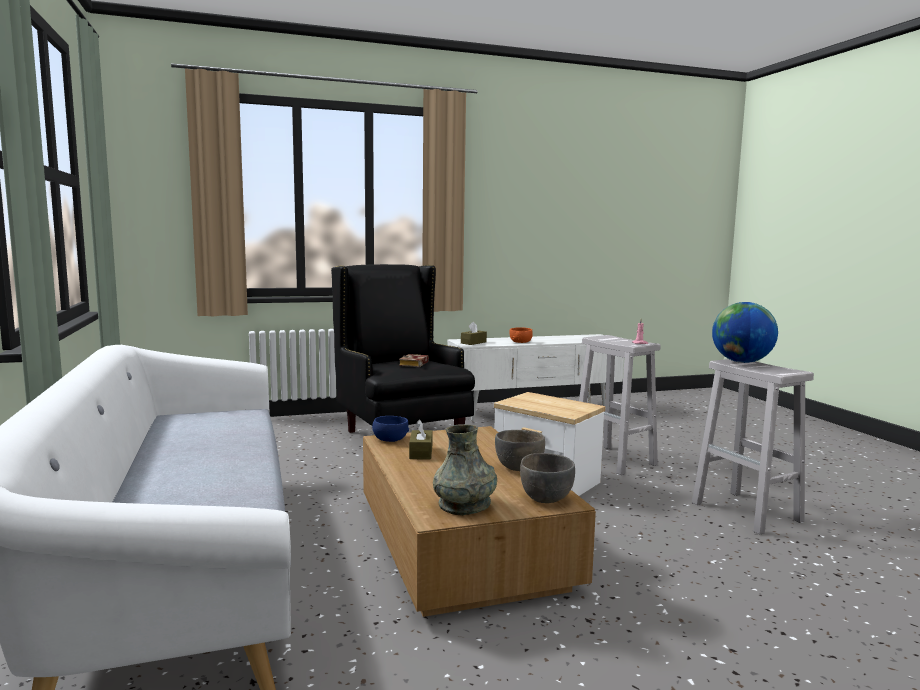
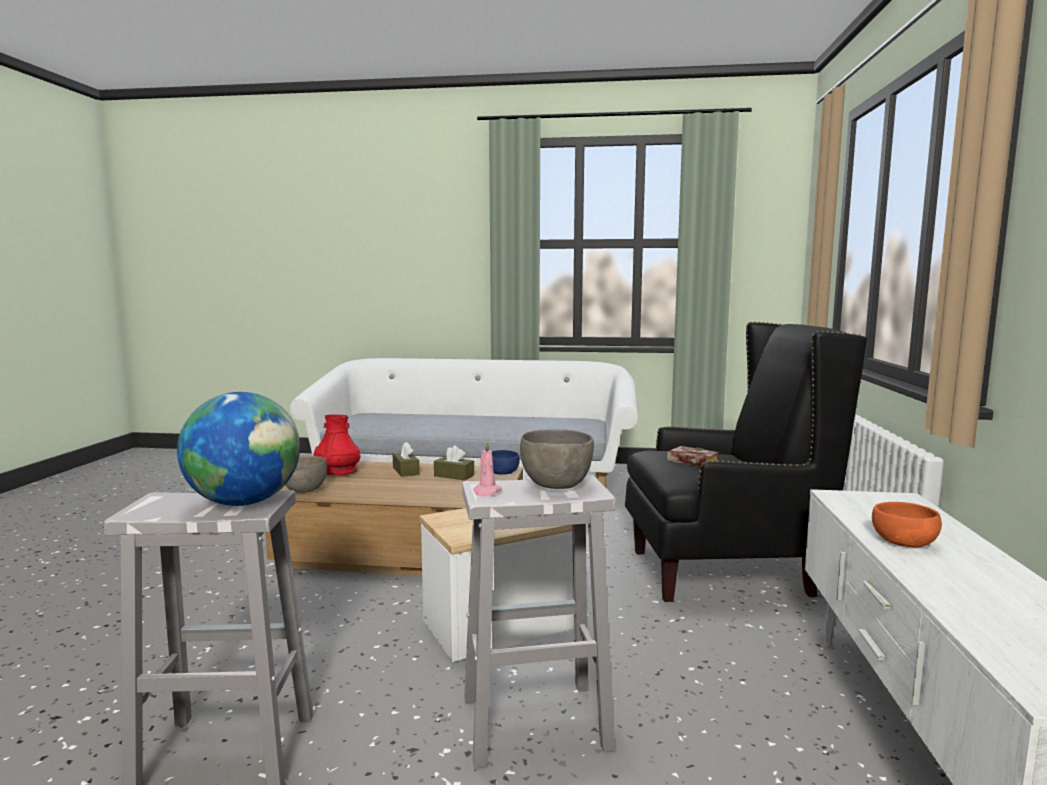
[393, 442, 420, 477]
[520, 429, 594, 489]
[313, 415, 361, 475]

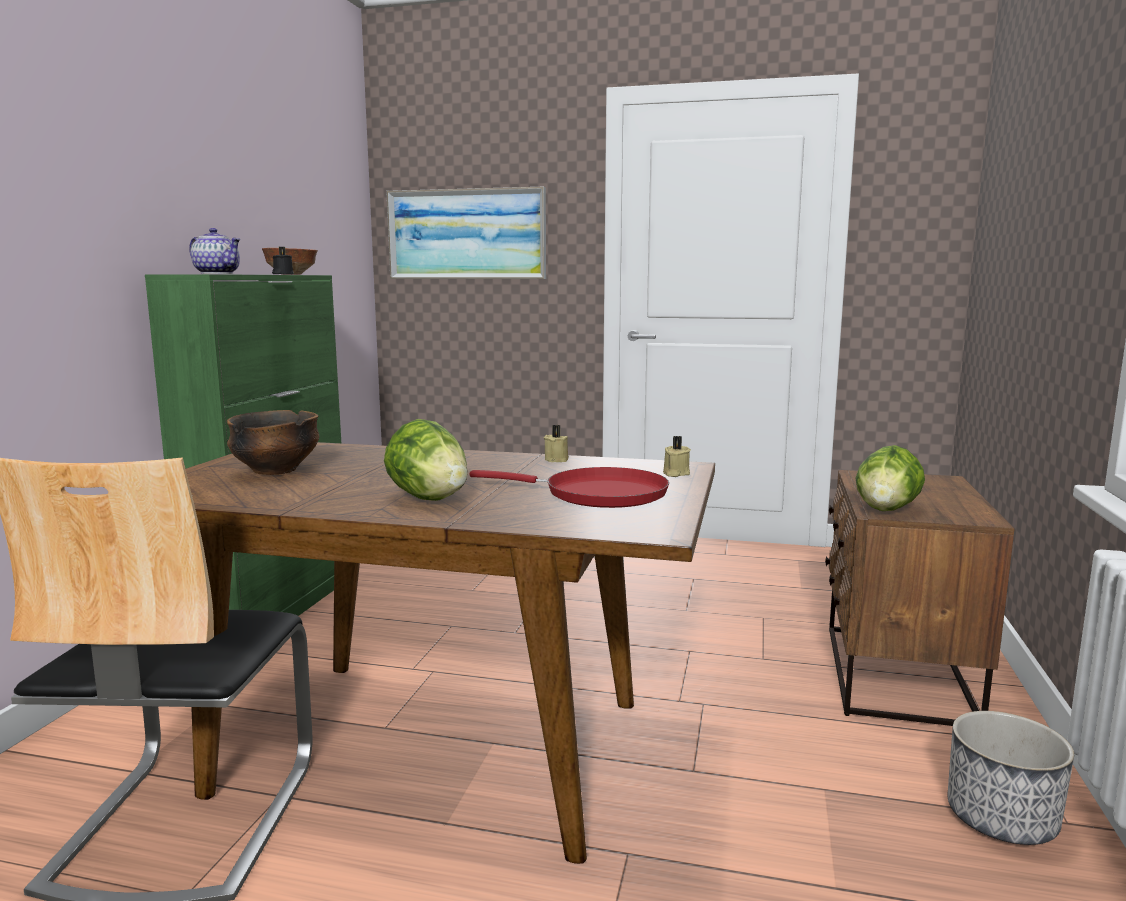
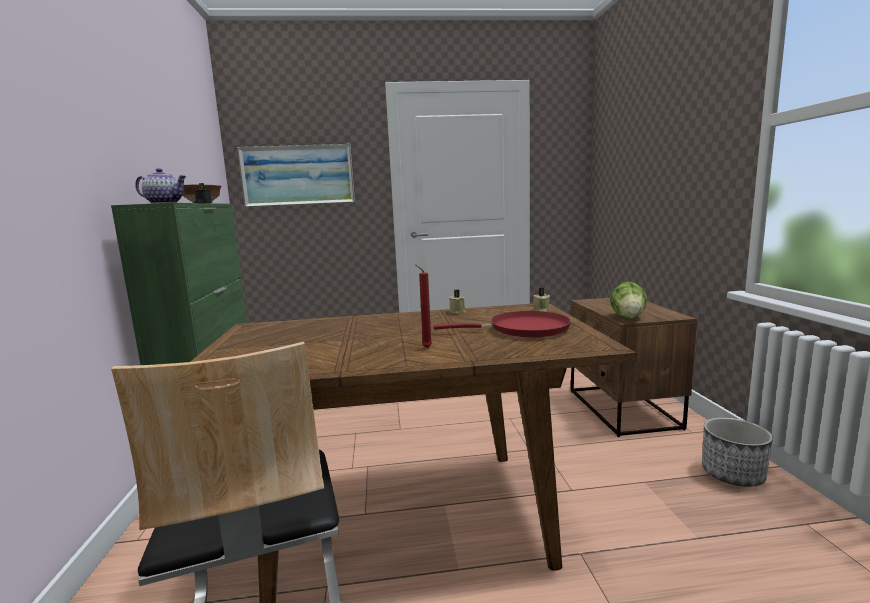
[227, 410, 320, 475] (first image)
[415, 264, 432, 348]

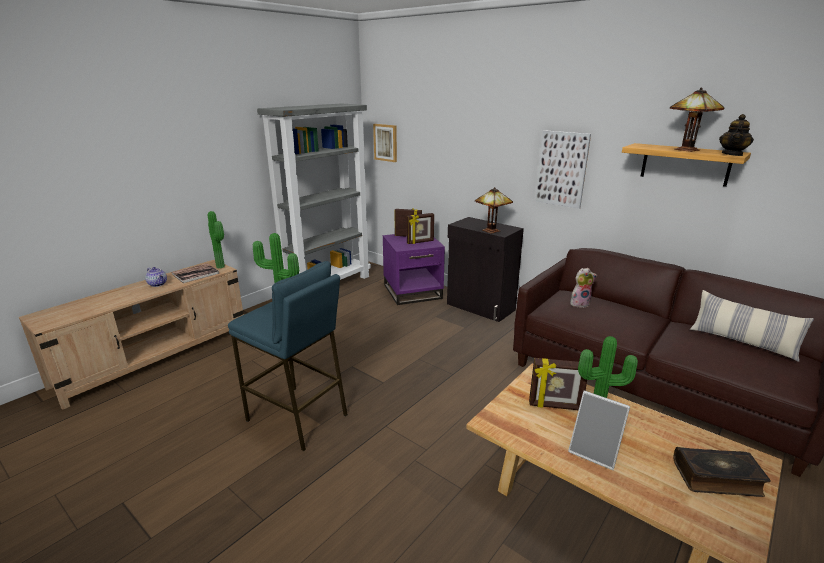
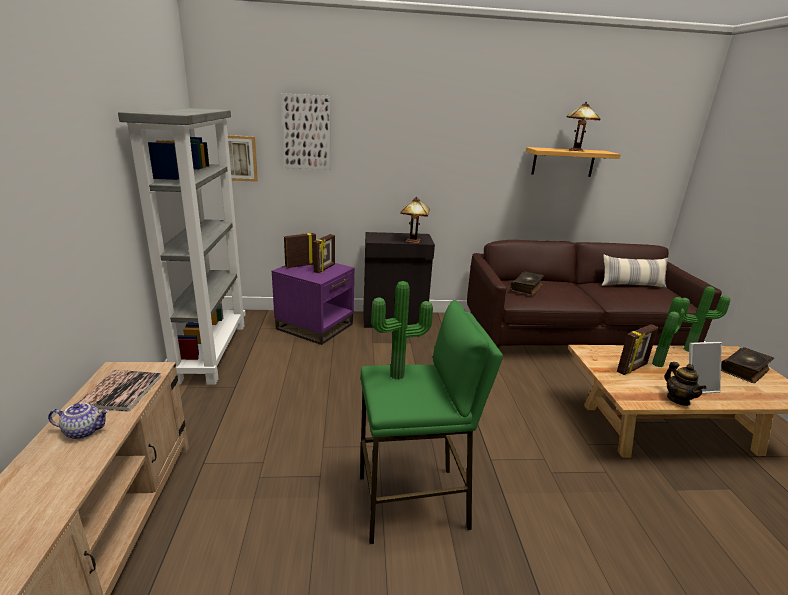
[682, 286, 730, 352]
[282, 93, 331, 170]
[665, 362, 707, 406]
[510, 271, 544, 295]
[360, 300, 503, 544]

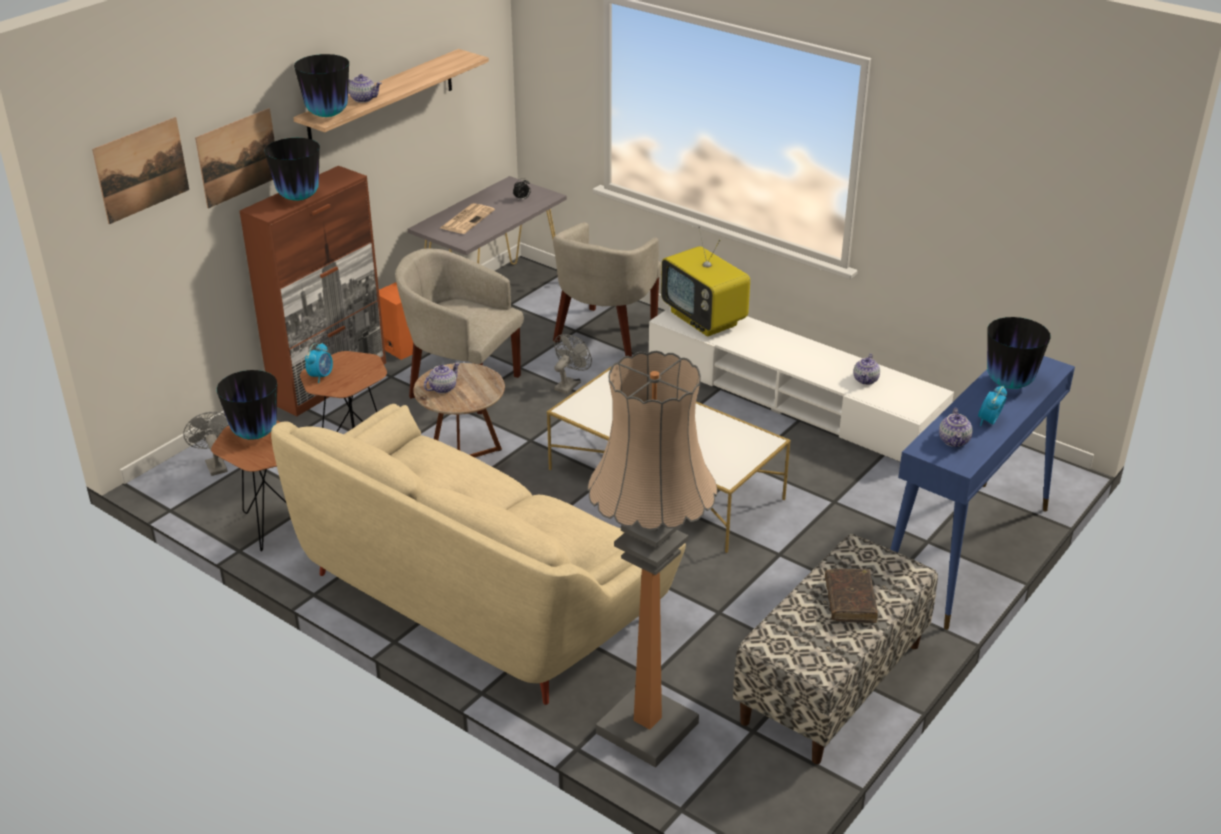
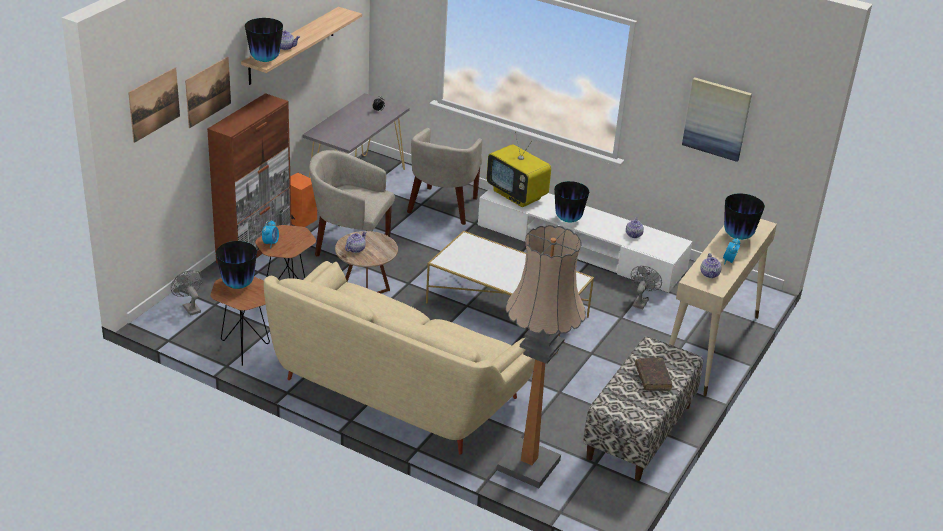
[440, 203, 495, 234] (first image)
[682, 77, 752, 162]
[554, 181, 589, 222]
[631, 266, 662, 309]
[669, 219, 777, 396]

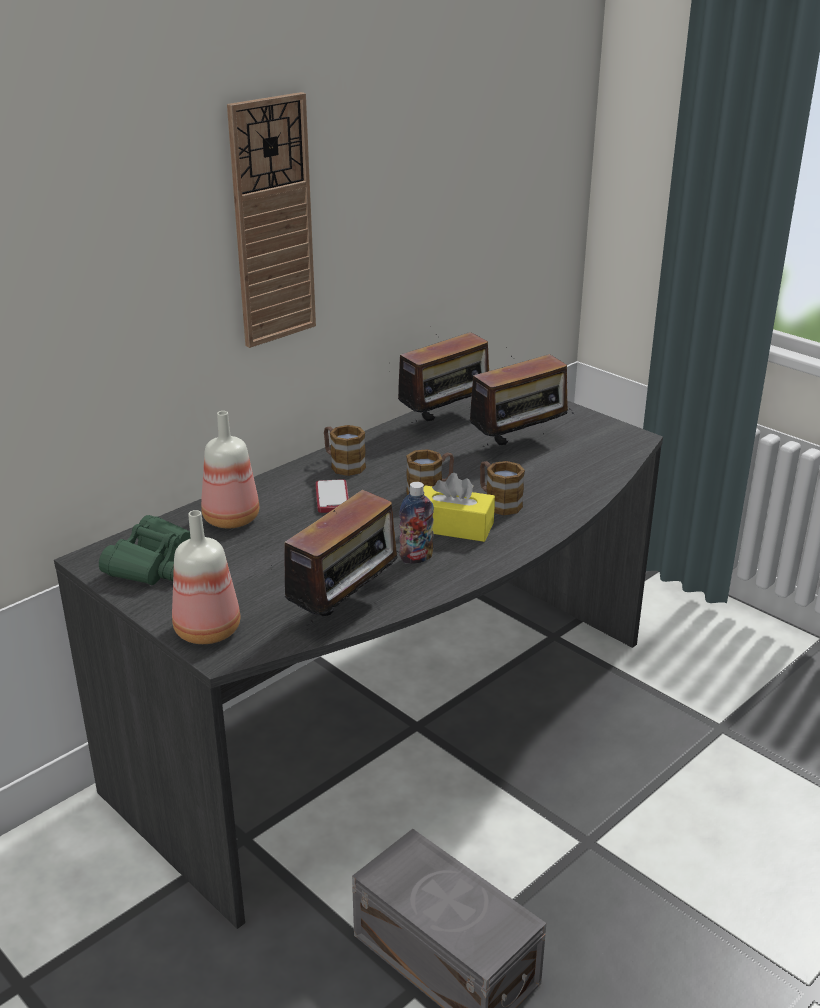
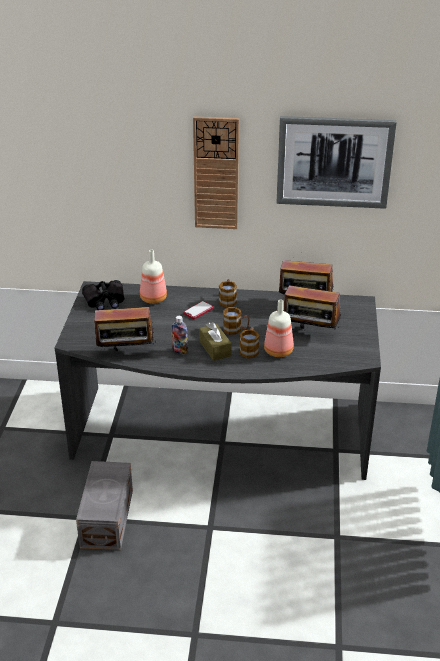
[277, 116, 397, 209]
[264, 300, 294, 357]
[82, 280, 124, 310]
[199, 322, 232, 361]

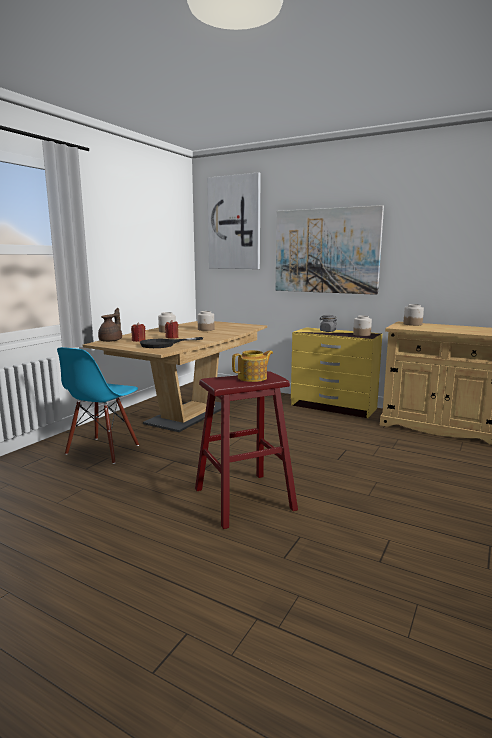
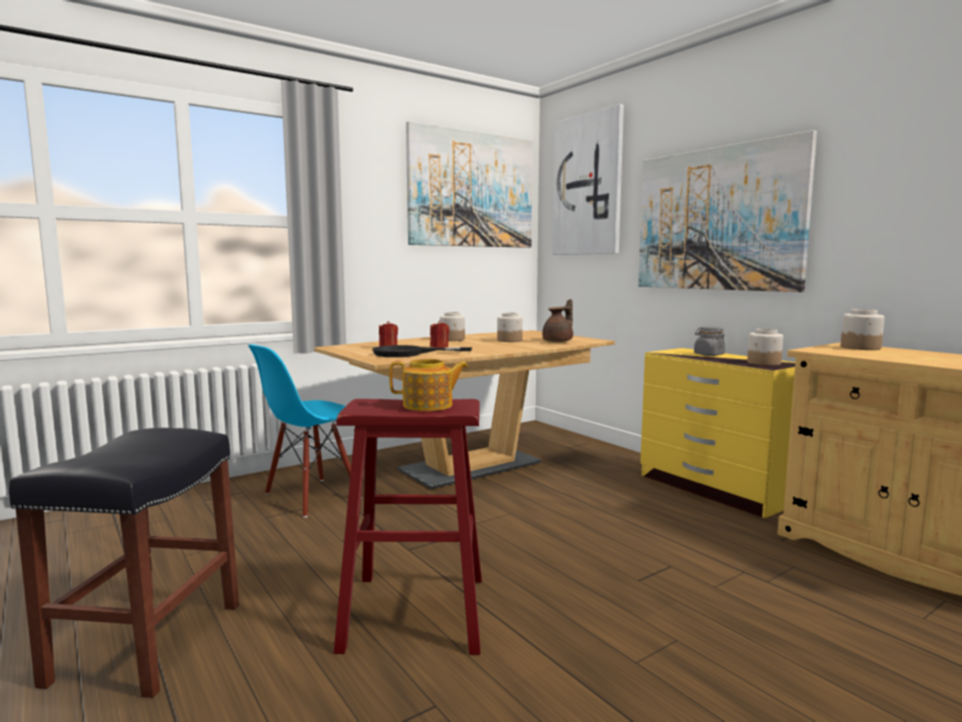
[9, 428, 239, 698]
[406, 121, 533, 248]
[542, 299, 573, 342]

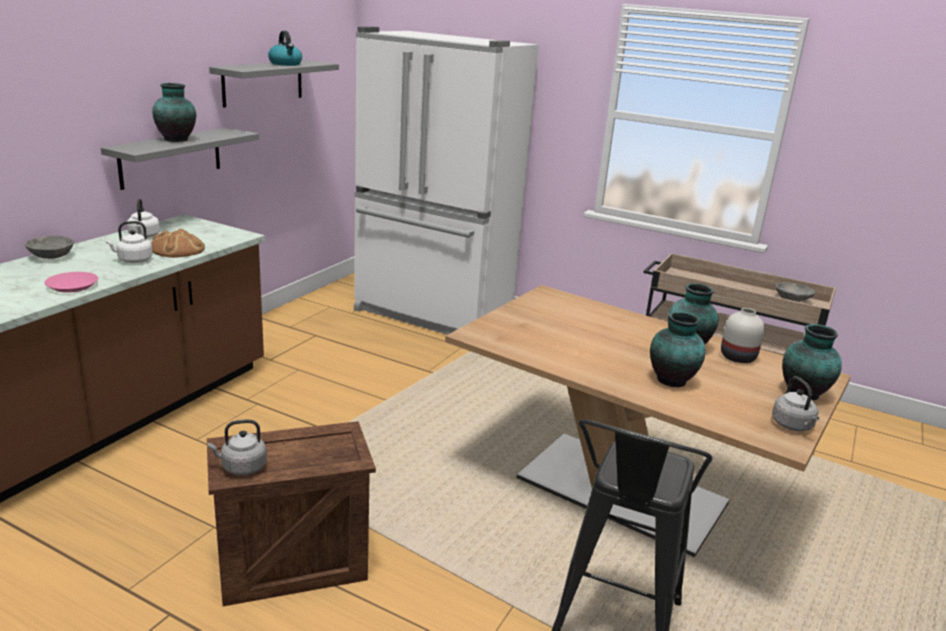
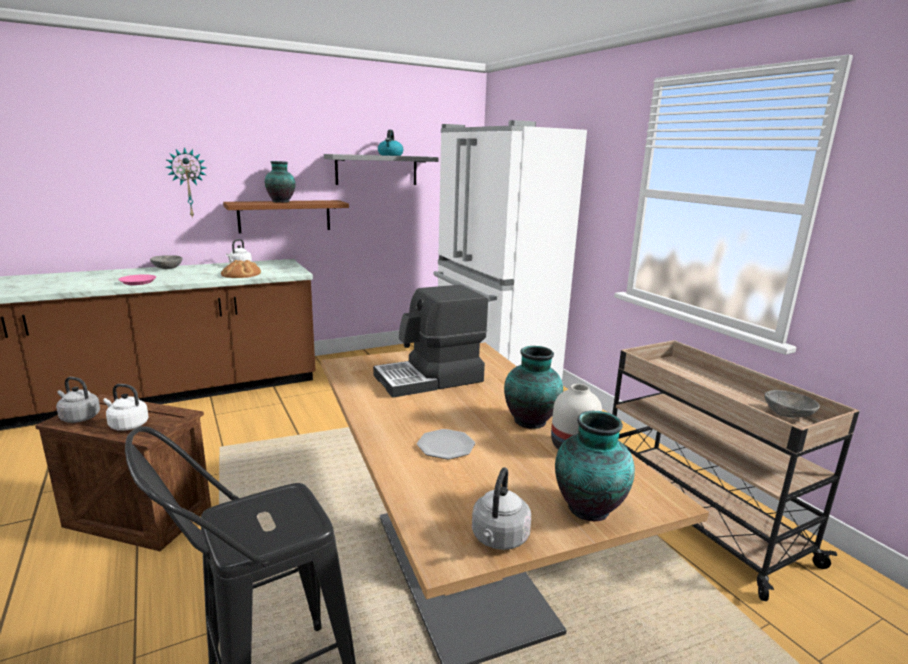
[165, 147, 207, 218]
[373, 285, 488, 398]
[103, 384, 149, 431]
[417, 429, 475, 460]
[223, 200, 349, 233]

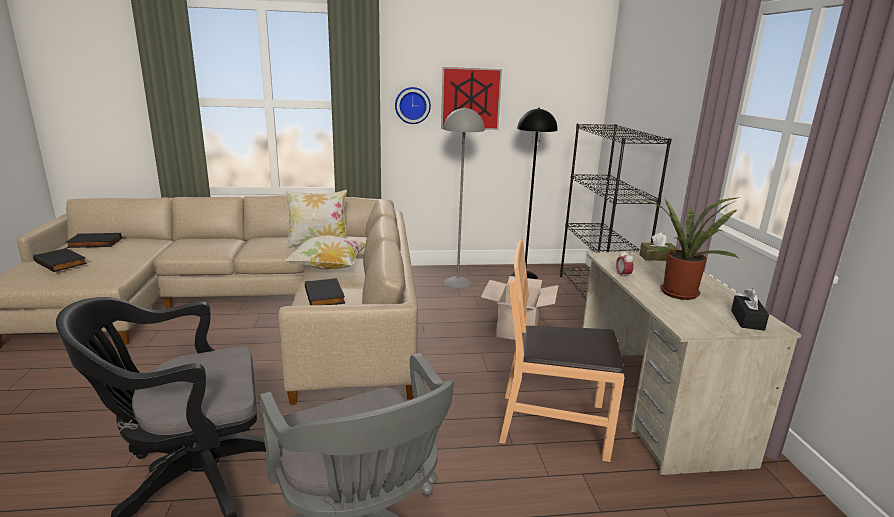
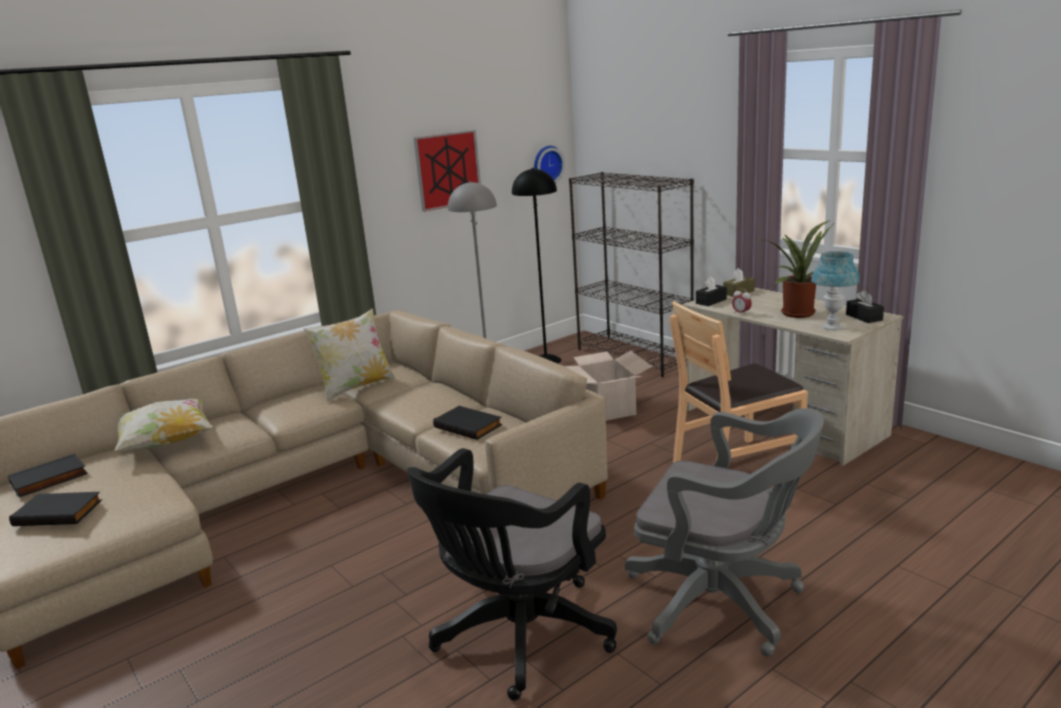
[696, 276, 727, 306]
[811, 251, 860, 330]
[114, 399, 213, 451]
[534, 146, 565, 183]

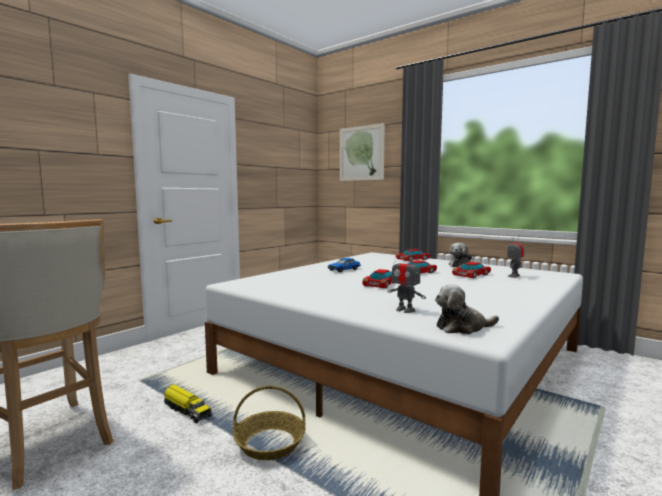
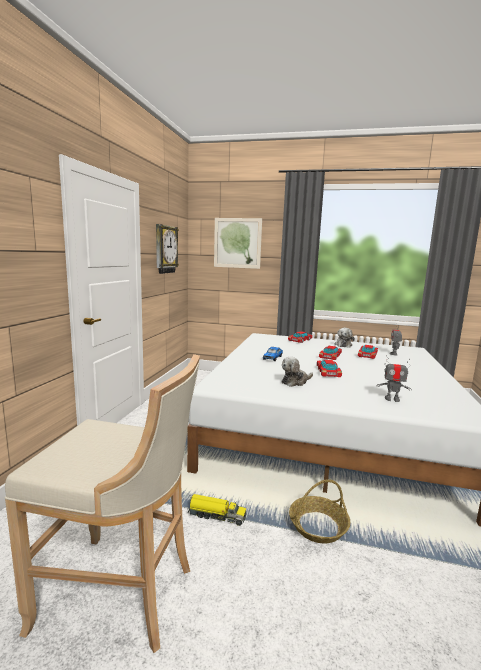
[156, 224, 179, 274]
[282, 357, 313, 387]

